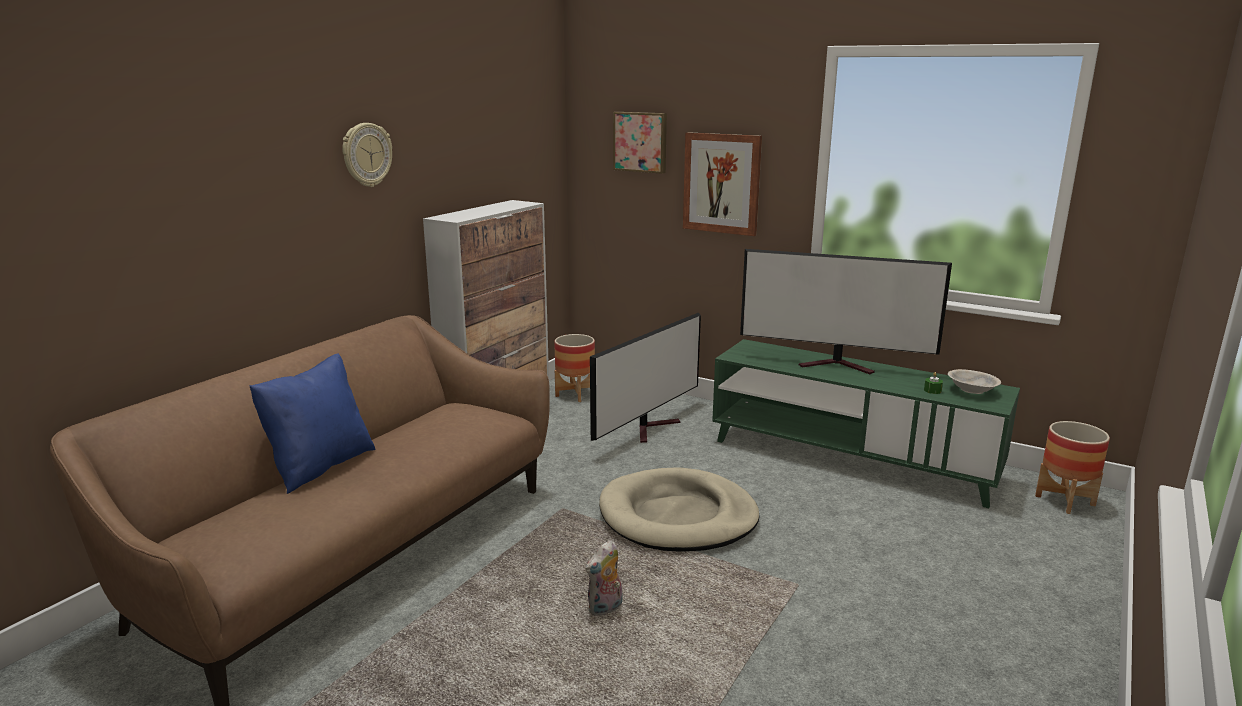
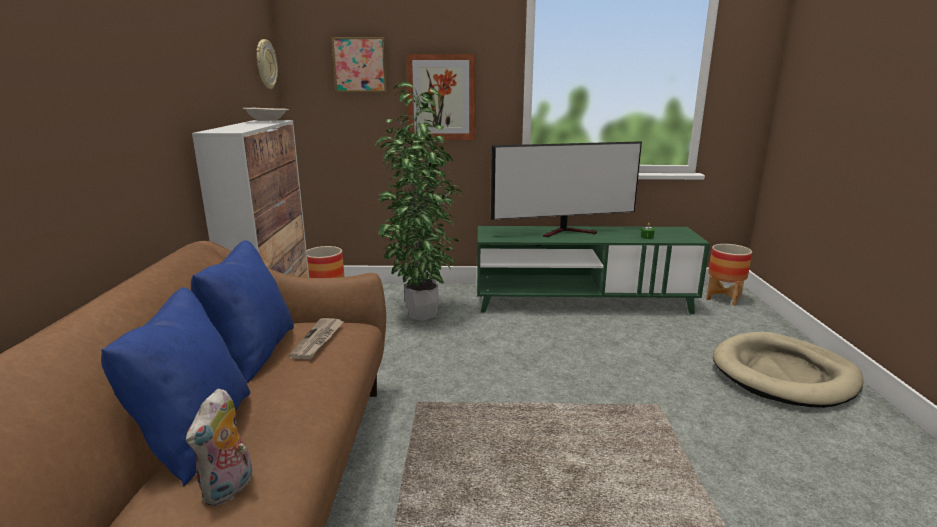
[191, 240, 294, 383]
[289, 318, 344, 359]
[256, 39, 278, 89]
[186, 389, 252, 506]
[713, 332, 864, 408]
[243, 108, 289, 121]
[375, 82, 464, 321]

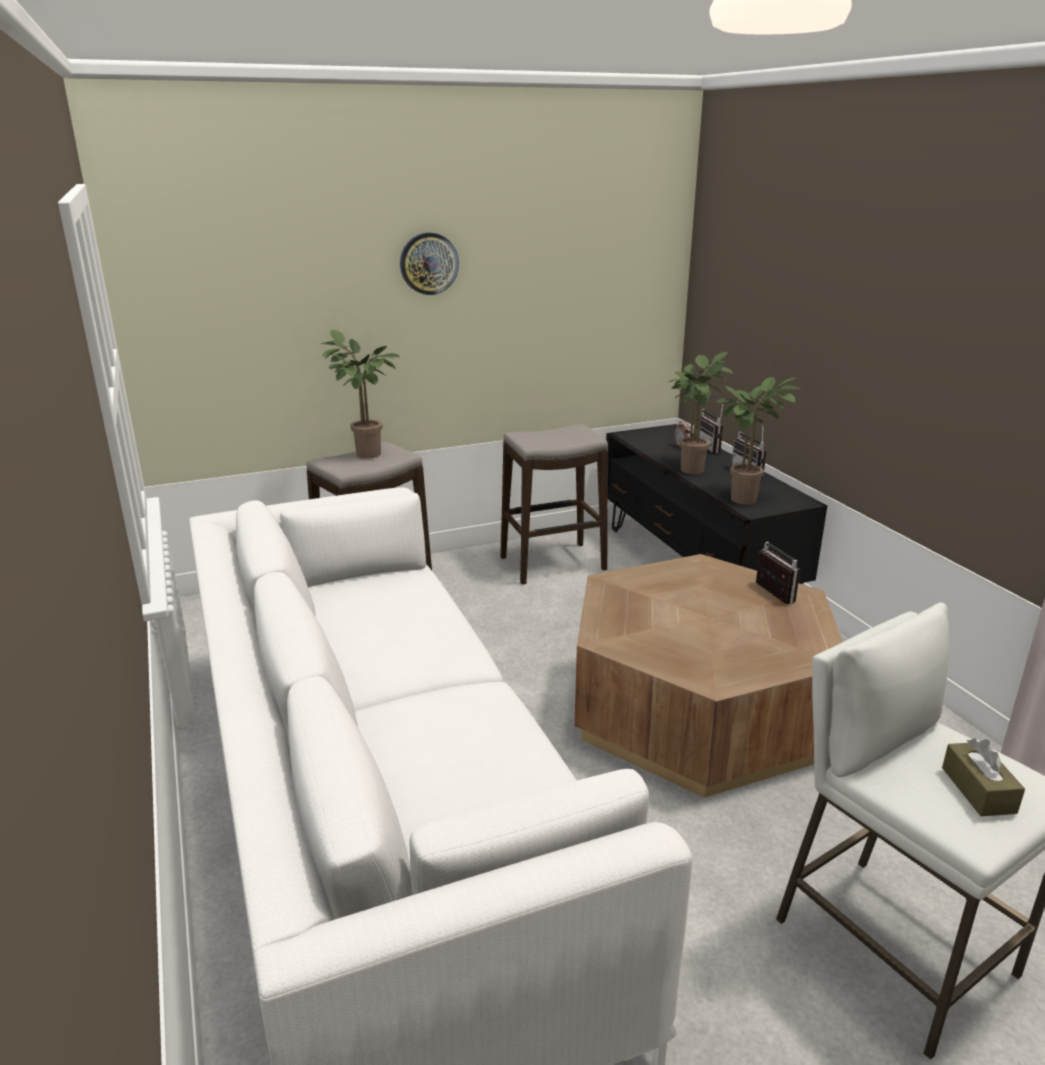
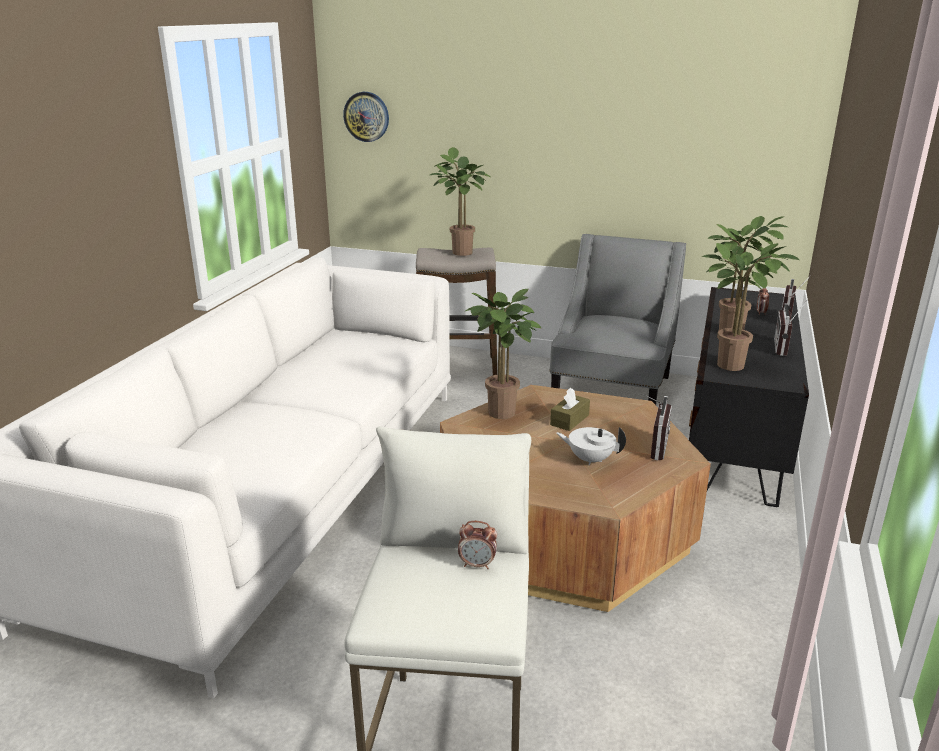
[458, 521, 497, 569]
[465, 289, 541, 419]
[557, 427, 626, 466]
[343, 92, 389, 142]
[550, 387, 590, 431]
[550, 234, 686, 405]

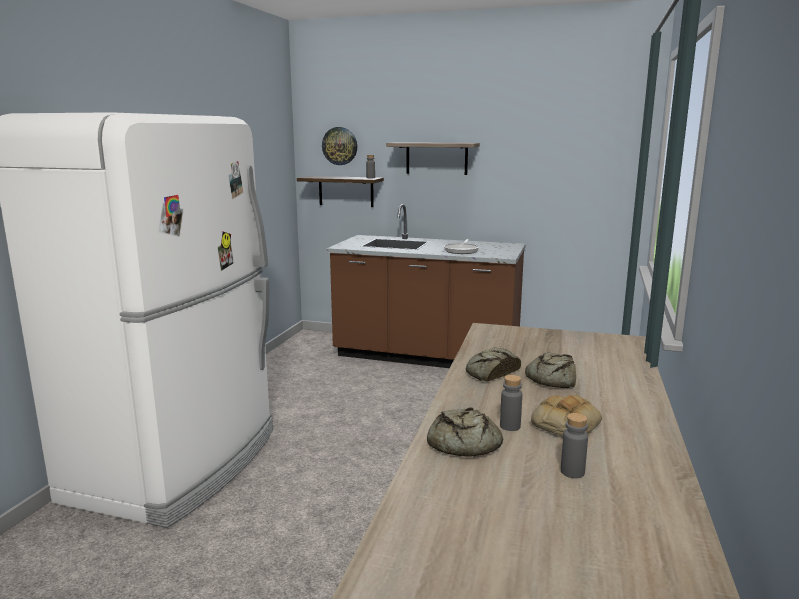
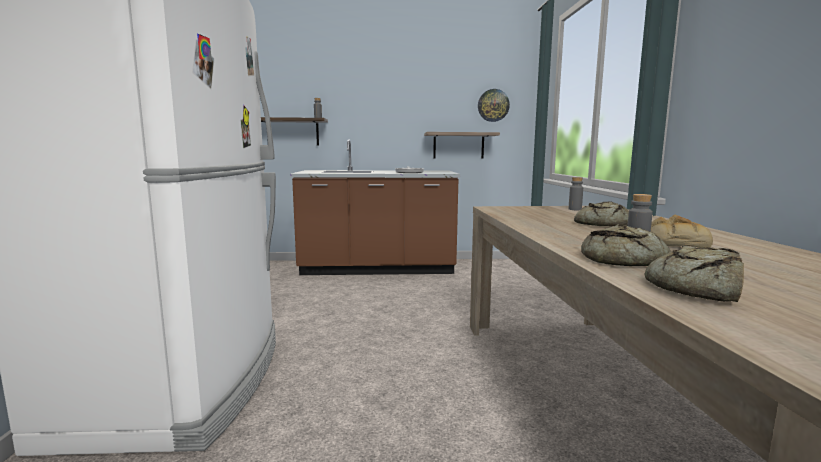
[478, 89, 510, 122]
[424, 132, 500, 159]
[645, 245, 744, 302]
[569, 177, 583, 210]

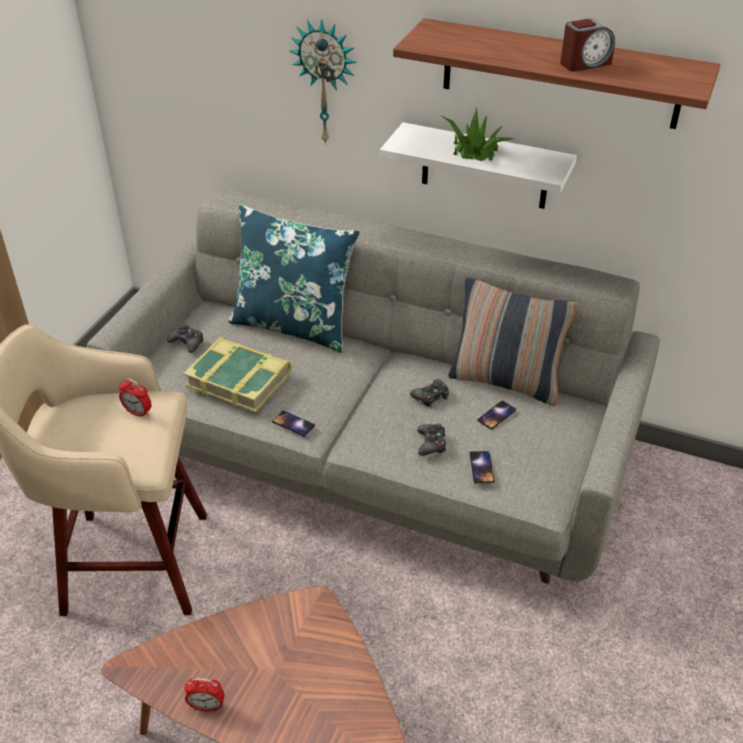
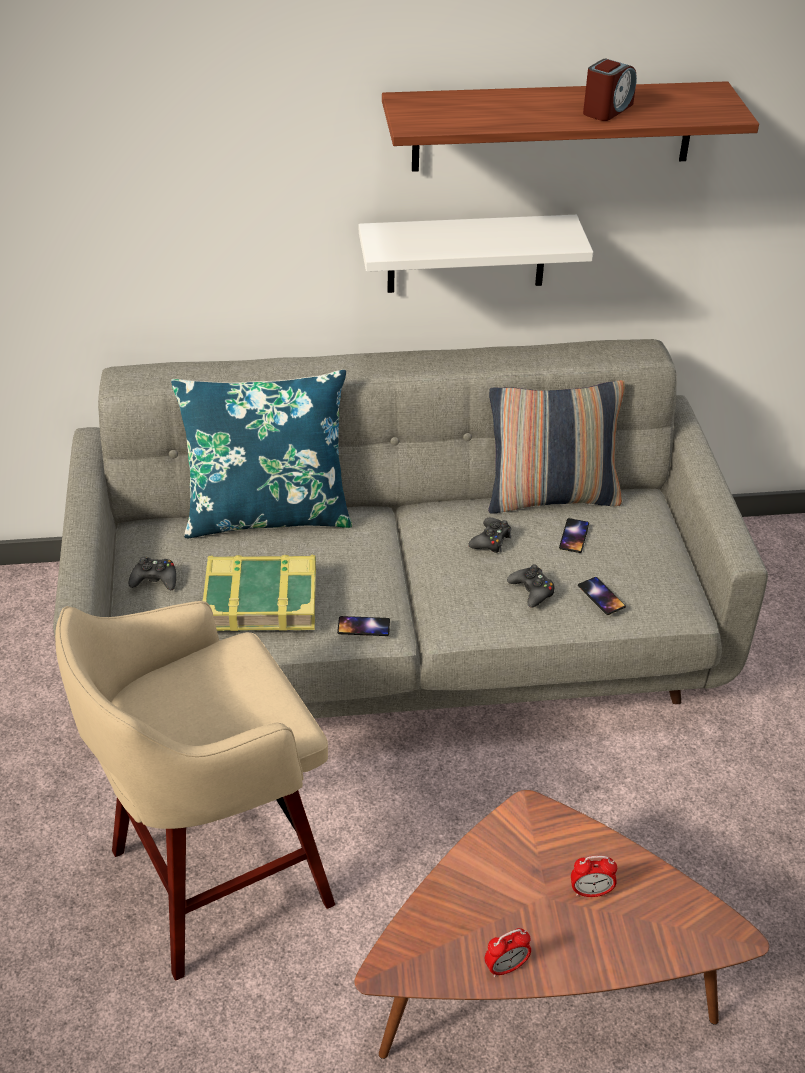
[290, 19, 357, 145] (first image)
[440, 107, 513, 161] (first image)
[571, 856, 617, 897]

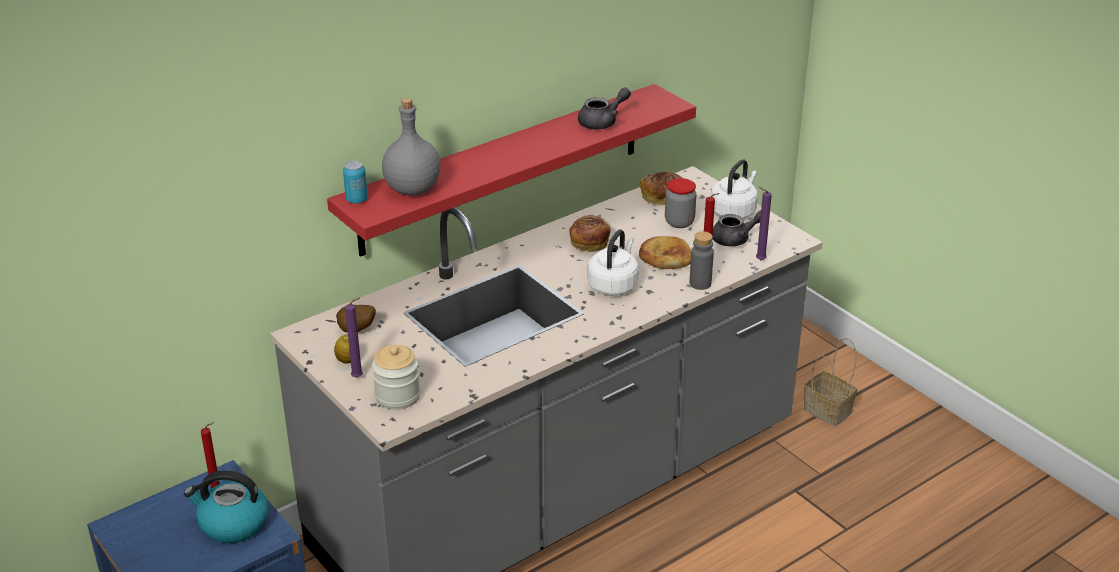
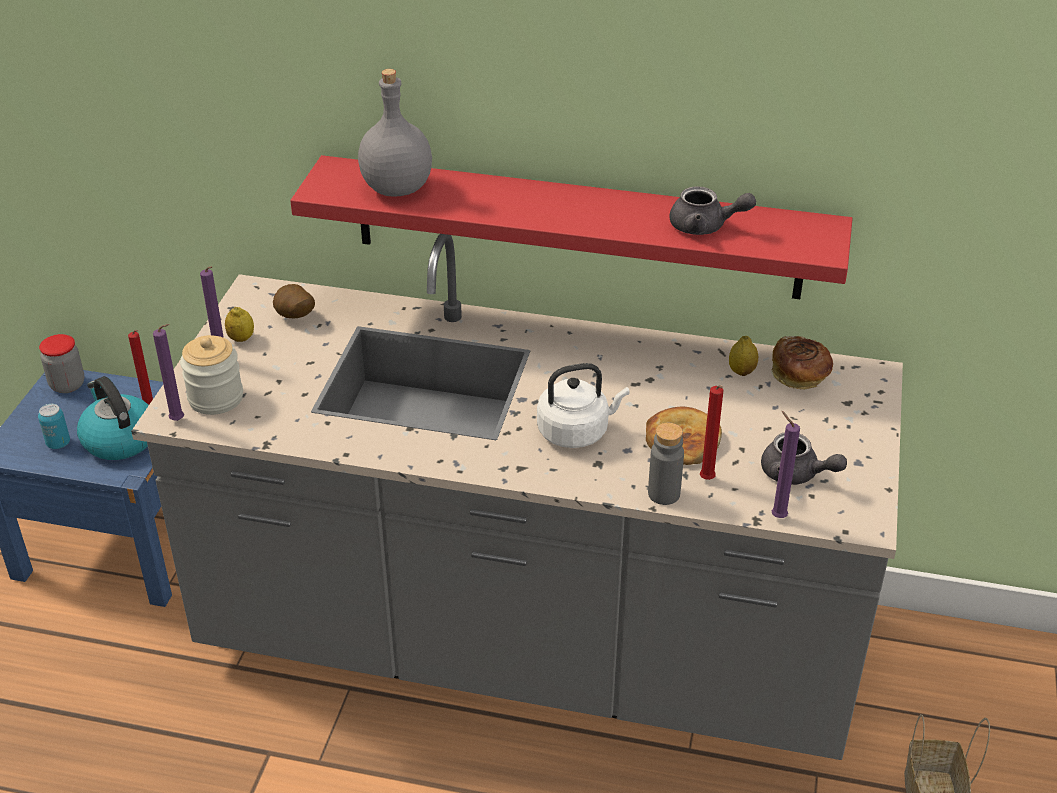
[569, 215, 611, 252] (first image)
[711, 159, 758, 219] (first image)
[153, 324, 184, 421]
[729, 336, 758, 376]
[38, 404, 70, 449]
[39, 334, 85, 393]

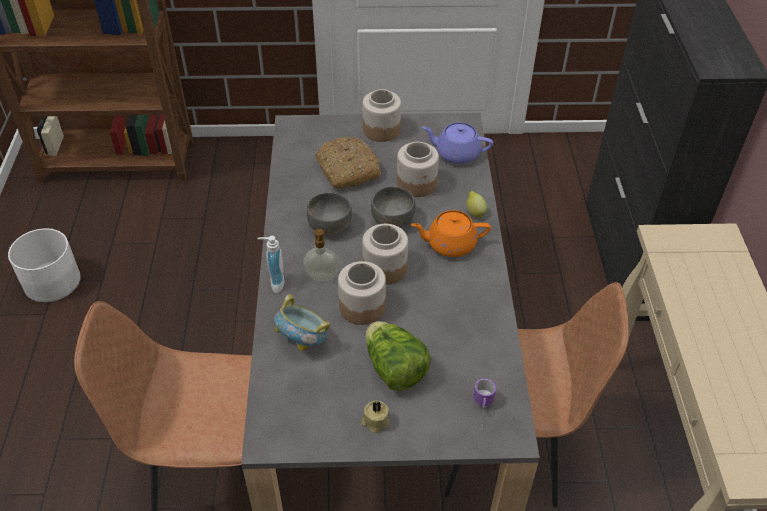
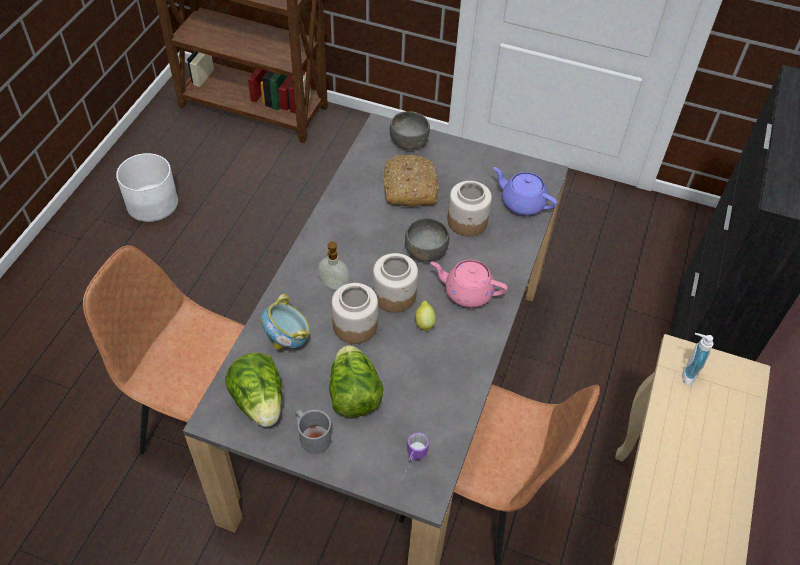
[363, 89, 401, 142] (first image)
[225, 353, 282, 427]
[682, 333, 714, 386]
[390, 111, 430, 150]
[415, 300, 436, 331]
[295, 410, 331, 454]
[430, 260, 508, 308]

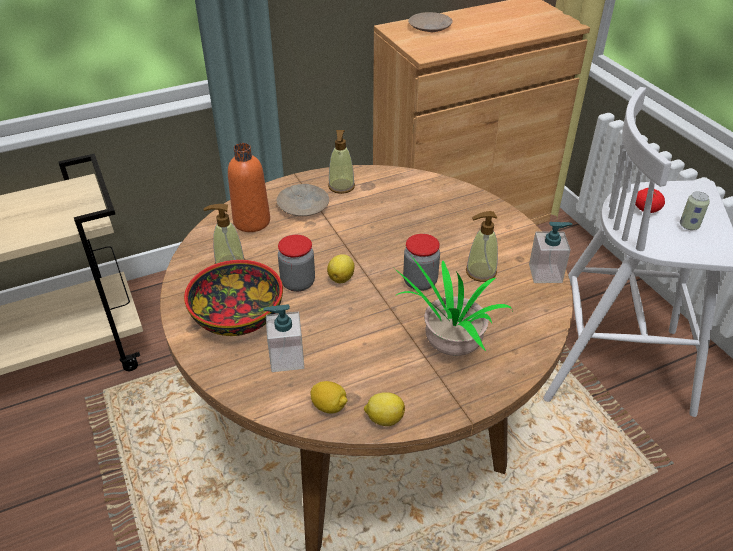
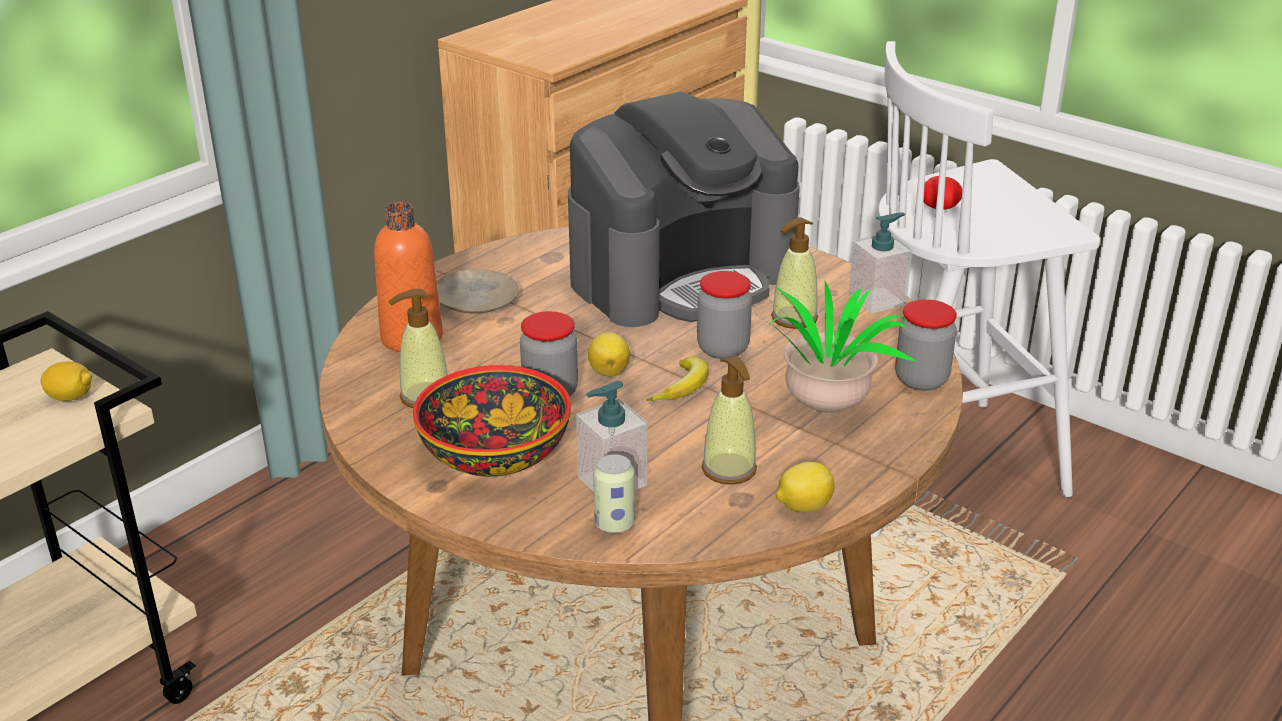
[408, 12, 453, 32] (first image)
[568, 91, 800, 327]
[647, 357, 709, 401]
[895, 299, 957, 391]
[41, 362, 92, 401]
[701, 356, 757, 485]
[593, 454, 635, 533]

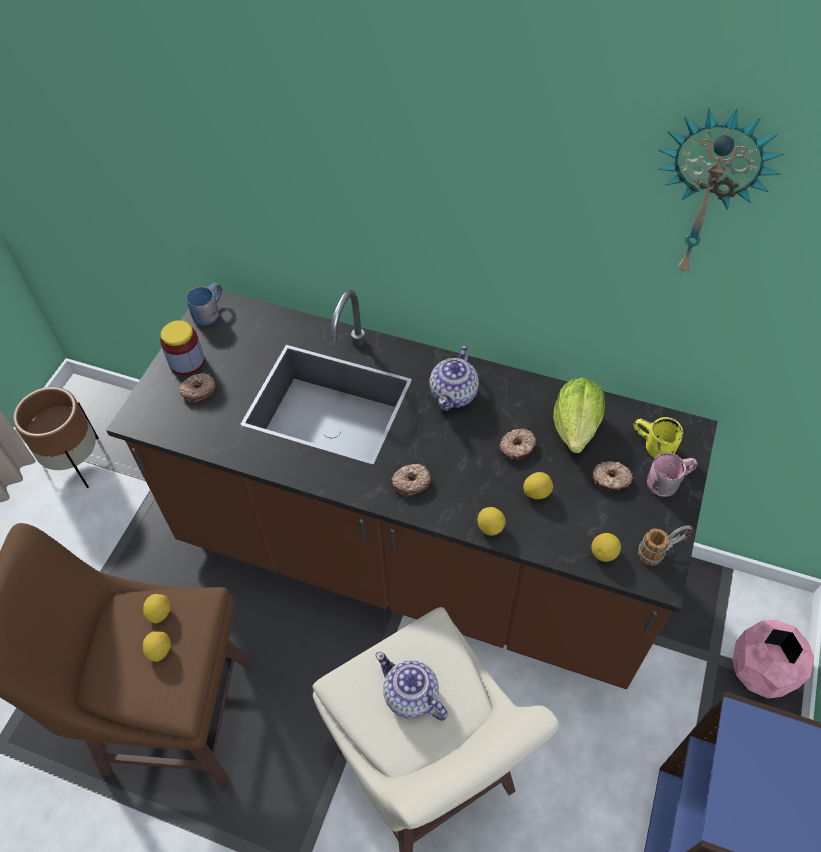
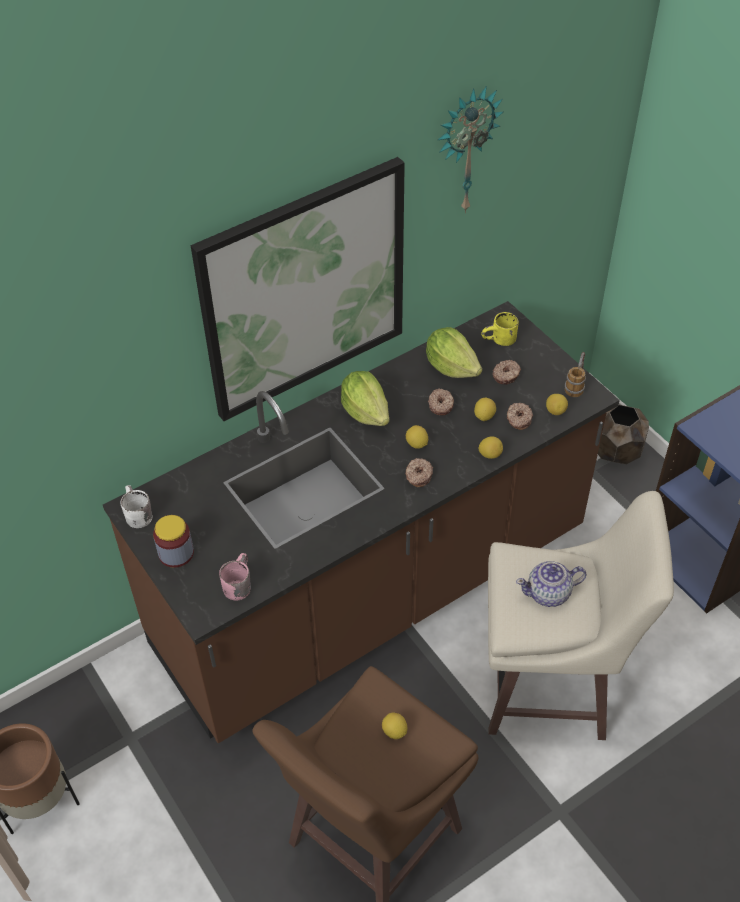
[191, 157, 405, 421]
[406, 425, 428, 449]
[507, 403, 533, 430]
[219, 553, 251, 601]
[341, 371, 389, 426]
[120, 485, 152, 528]
[598, 405, 649, 464]

